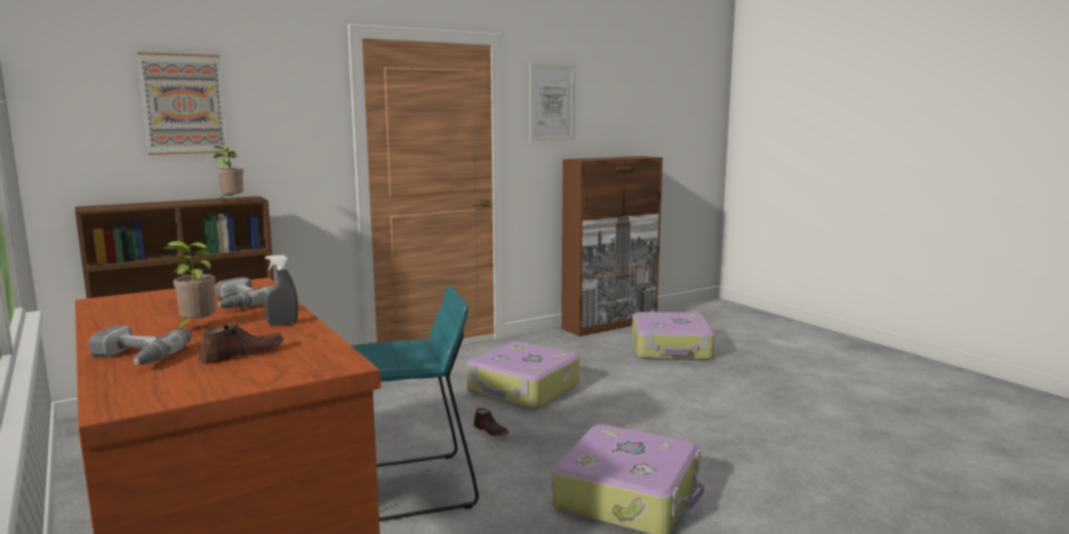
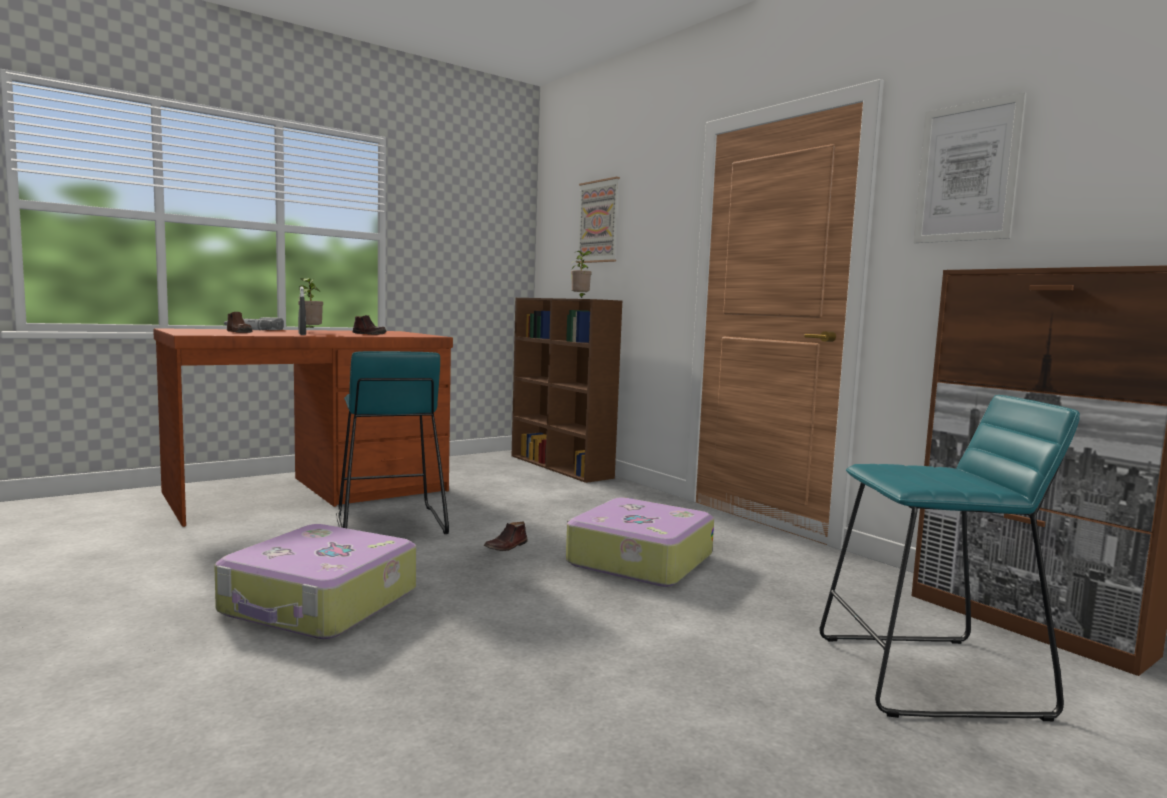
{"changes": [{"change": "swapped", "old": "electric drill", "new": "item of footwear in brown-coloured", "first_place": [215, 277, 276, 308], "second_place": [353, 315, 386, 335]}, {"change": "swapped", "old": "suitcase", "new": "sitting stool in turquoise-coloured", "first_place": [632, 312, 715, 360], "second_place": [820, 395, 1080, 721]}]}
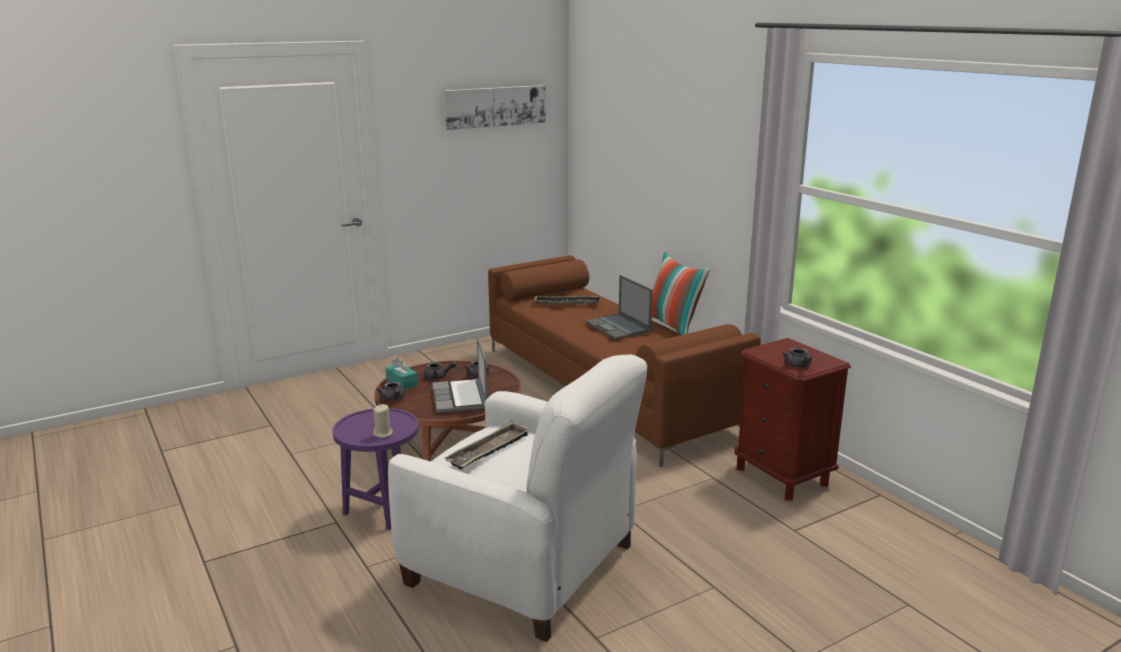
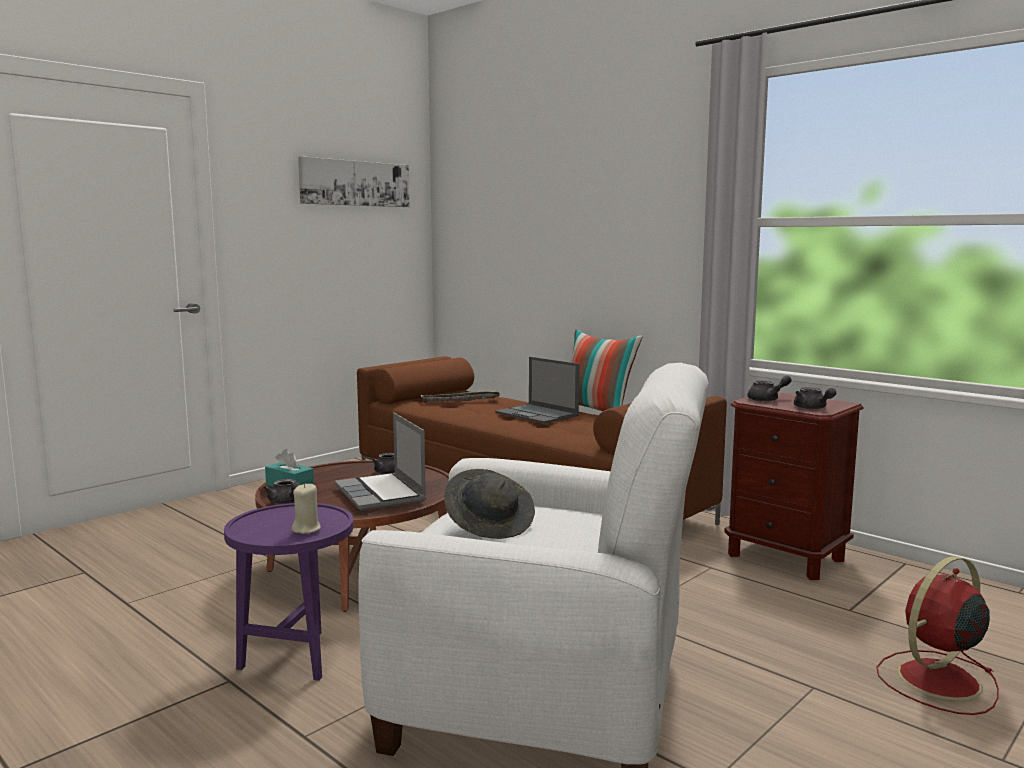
{"changes": [{"change": "shifted", "old": "tea pot in gray", "first_place": [424, 361, 457, 380], "second_place": [747, 375, 791, 402]}, {"change": "swapped", "old": "carrying tray", "new": "wearable hat in gray", "first_place": [444, 421, 530, 469], "second_place": [444, 469, 535, 539]}, {"change": "new", "new": "electric fan in reddish", "second_place": [876, 556, 999, 715]}]}
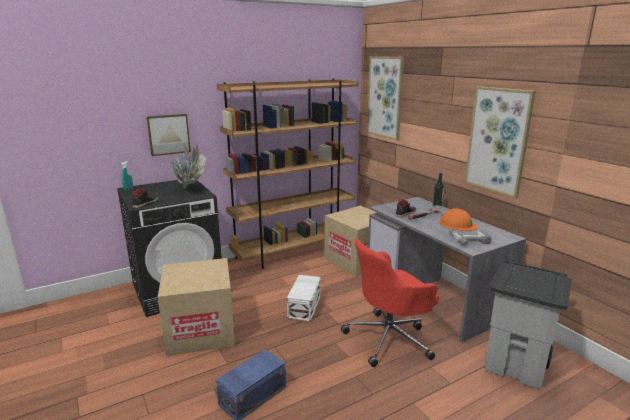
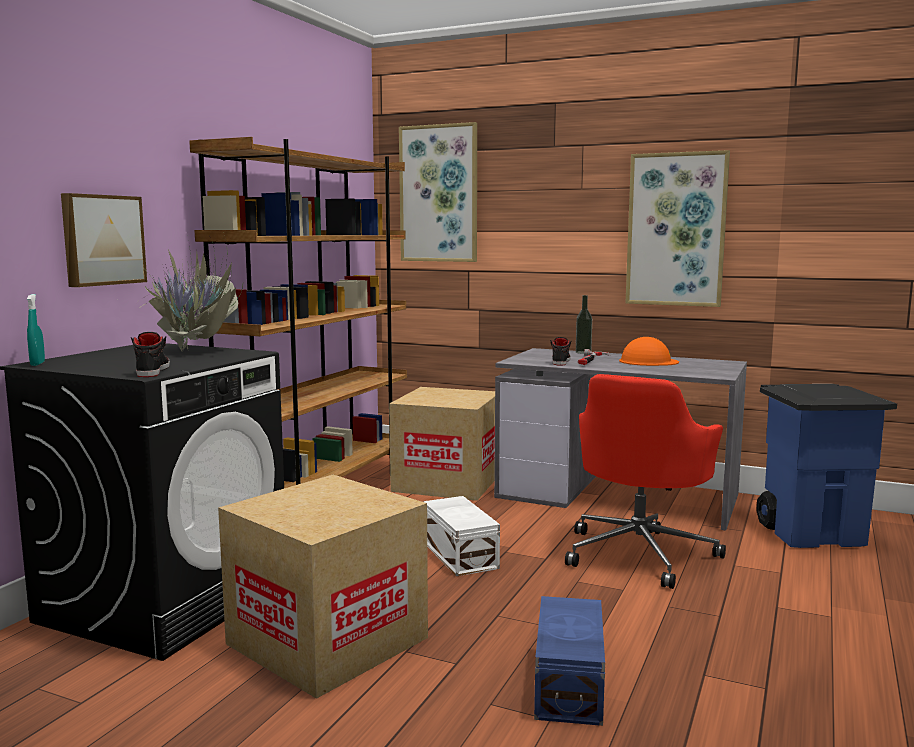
{"changes": [{"change": "gone", "old": "electric drill", "first_place": [449, 229, 491, 246]}, {"change": "repainted", "old": "trash can in gray", "new": "trash can in bluish", "first_place": [484, 261, 572, 389], "second_place": [756, 384, 897, 548]}]}
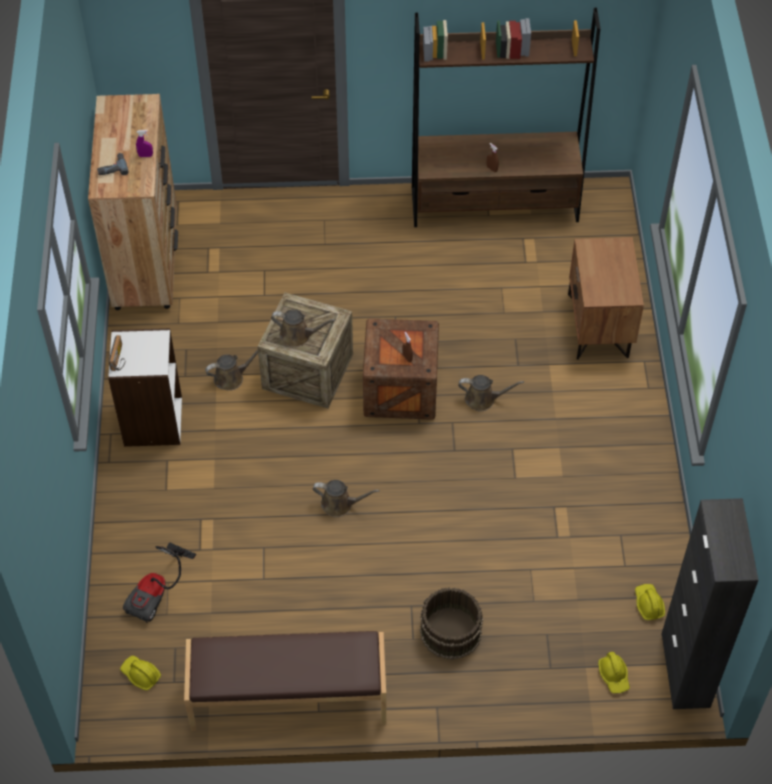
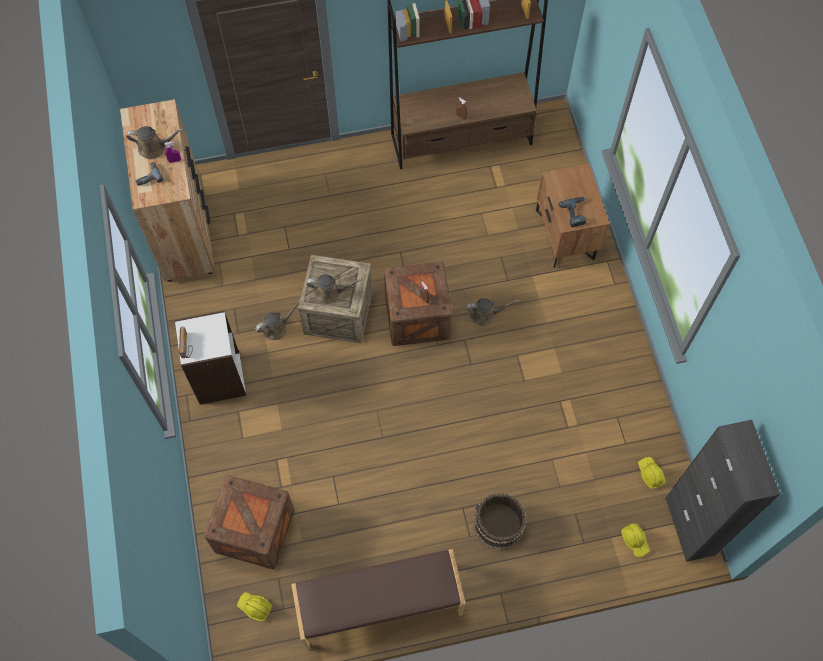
{"changes": [{"change": "shifted", "old": "sprinkling can in brown-coloured", "first_place": [313, 480, 380, 517], "second_place": [126, 126, 183, 159]}, {"change": "swapped", "old": "vacuum cleaner", "new": "crate", "first_place": [123, 542, 196, 623], "second_place": [204, 475, 294, 569]}, {"change": "new", "new": "electric drill", "second_place": [558, 197, 587, 228]}]}
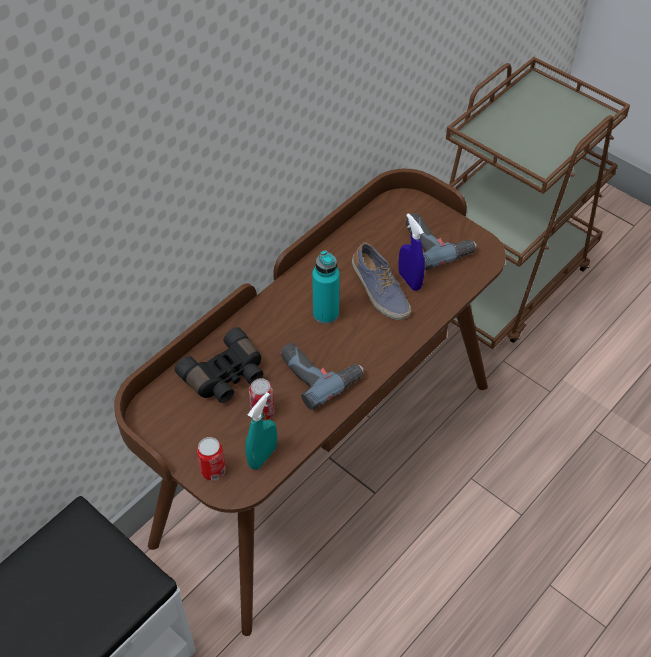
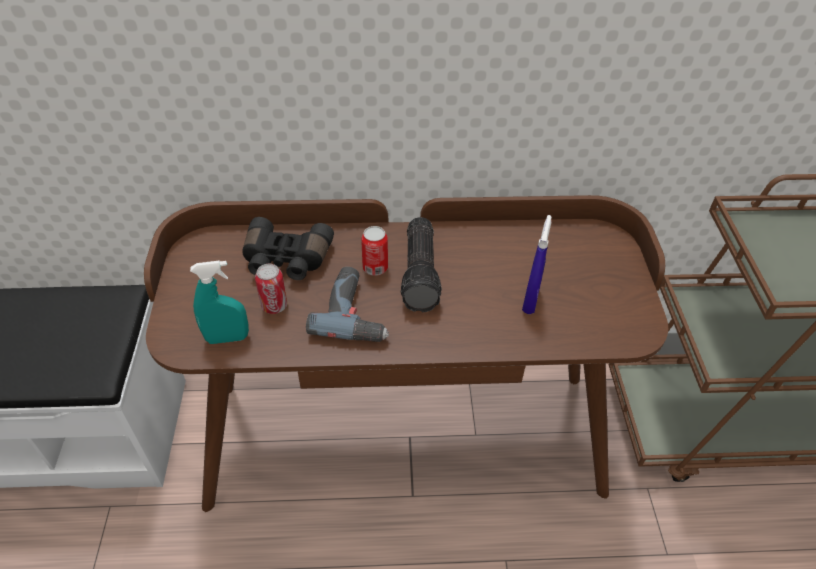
{"changes": [{"change": "gone", "old": "electric drill", "first_place": [405, 213, 477, 270]}, {"change": "gone", "old": "item of footwear", "first_place": [352, 242, 411, 320]}, {"change": "swapped", "old": "bottle in turquoise-coloured", "new": "hand torch", "first_place": [312, 250, 340, 324], "second_place": [401, 217, 442, 312]}, {"change": "shifted", "old": "can", "first_place": [197, 437, 226, 481], "second_place": [361, 226, 388, 276]}]}
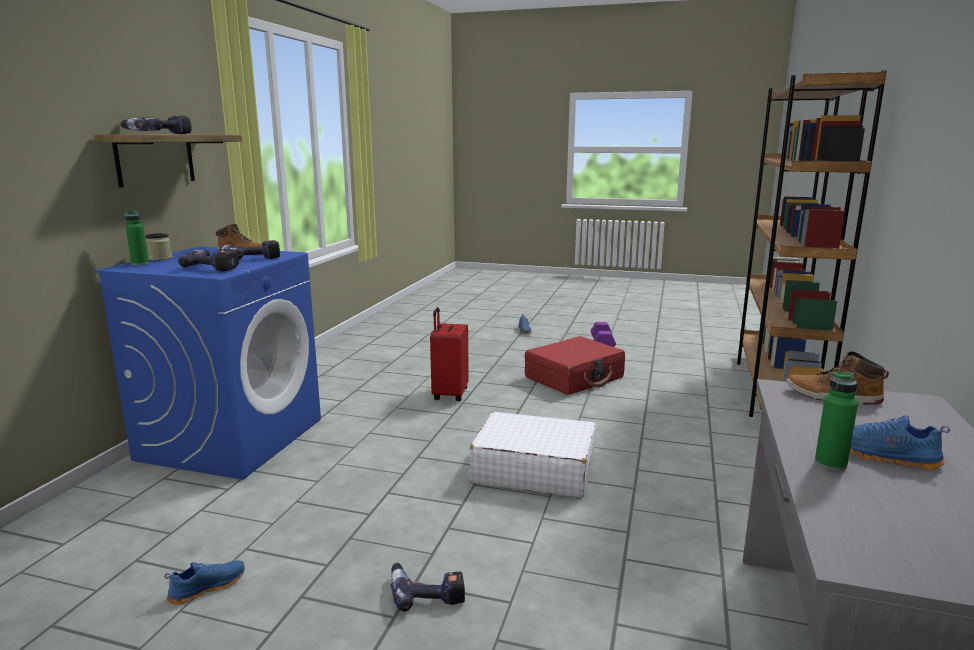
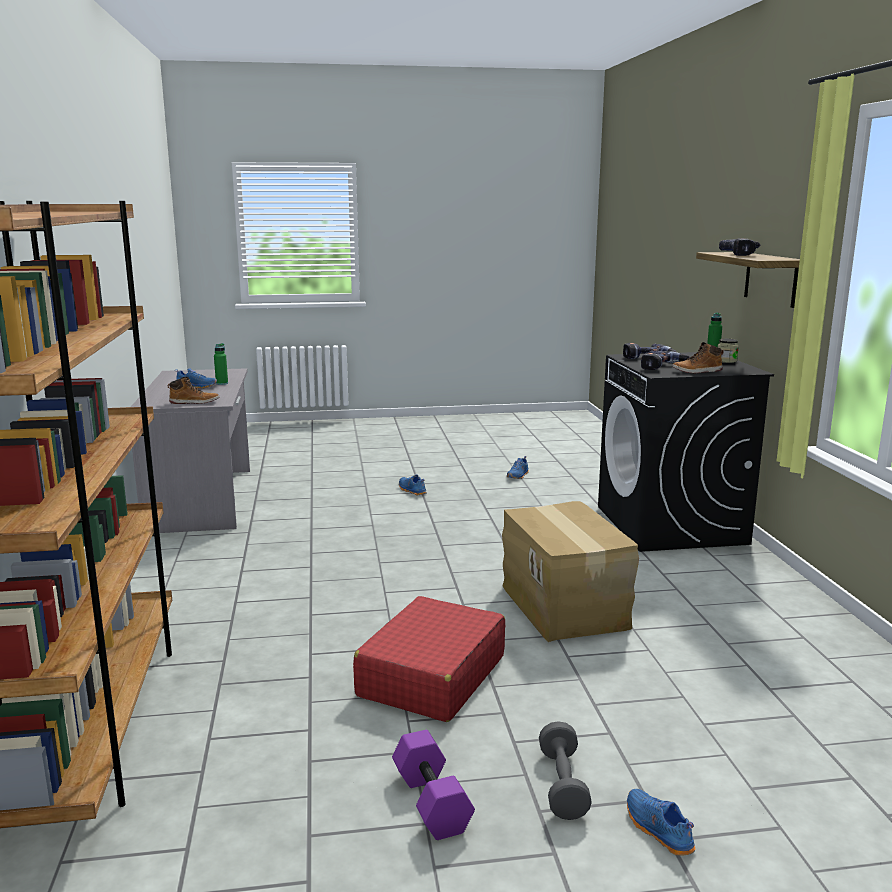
{"changes": [{"change": "repainted", "old": "laundry machine in bluish", "new": "laundry machine in blackish", "first_place": [94, 247, 321, 480], "second_place": [598, 352, 774, 552]}, {"change": "swapped", "old": "suitcase in reddish", "new": "cardboard box", "first_place": [430, 307, 469, 401], "second_place": [502, 501, 639, 642]}, {"change": "gone", "old": "suitcase in white", "first_place": [469, 412, 596, 498]}, {"change": "swapped", "old": "electric drill", "new": "item of footwear in bluish", "first_place": [391, 563, 465, 612], "second_place": [399, 474, 427, 495]}, {"change": "new", "new": "hand weight in gray", "second_place": [539, 721, 592, 820]}]}
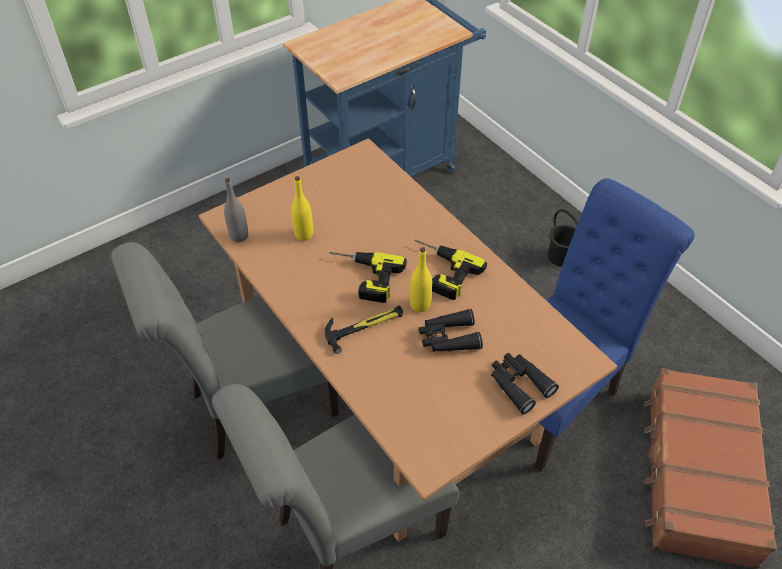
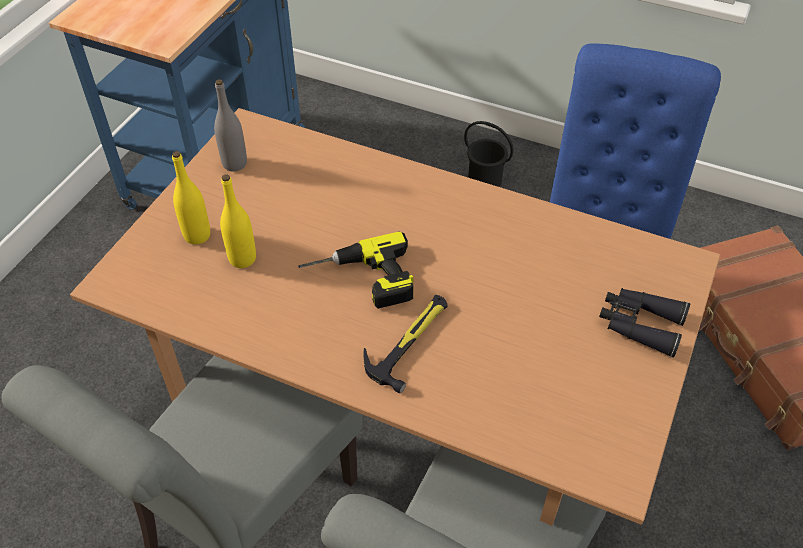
{"changes": [{"change": "shifted", "old": "bottle in gray", "first_place": [224, 178, 248, 242], "second_place": [214, 79, 247, 171]}, {"change": "gone", "old": "electric drill", "first_place": [415, 240, 487, 300]}, {"change": "shifted", "old": "bottle in yellowish", "first_place": [410, 247, 432, 312], "second_place": [172, 151, 210, 245]}, {"change": "gone", "old": "binoculars in blackish", "first_place": [419, 309, 483, 352]}]}
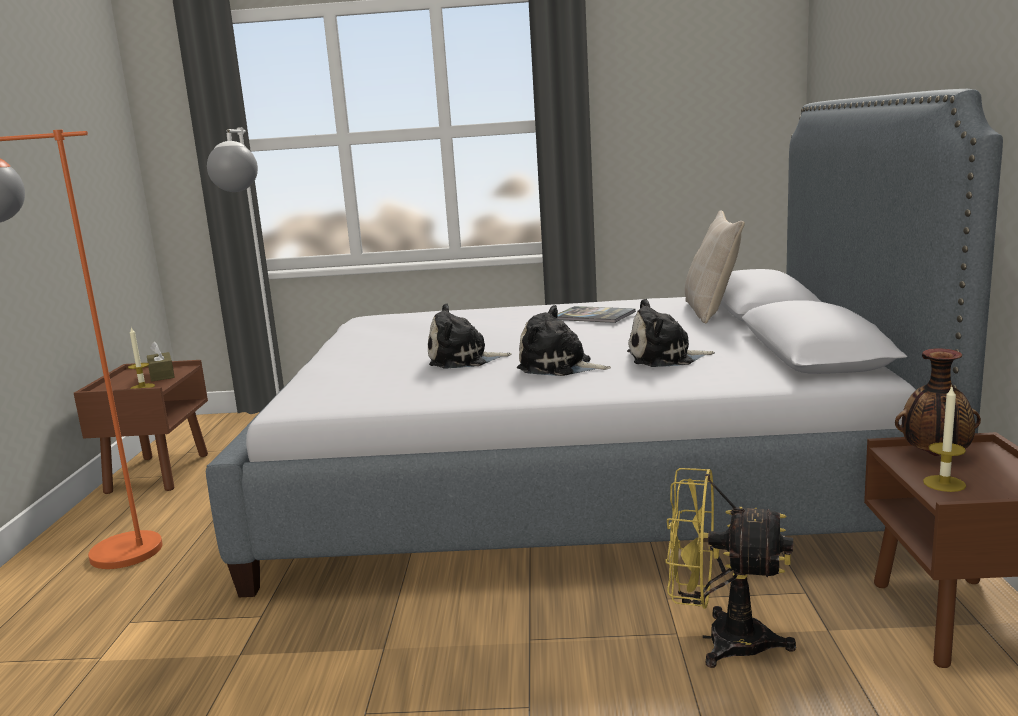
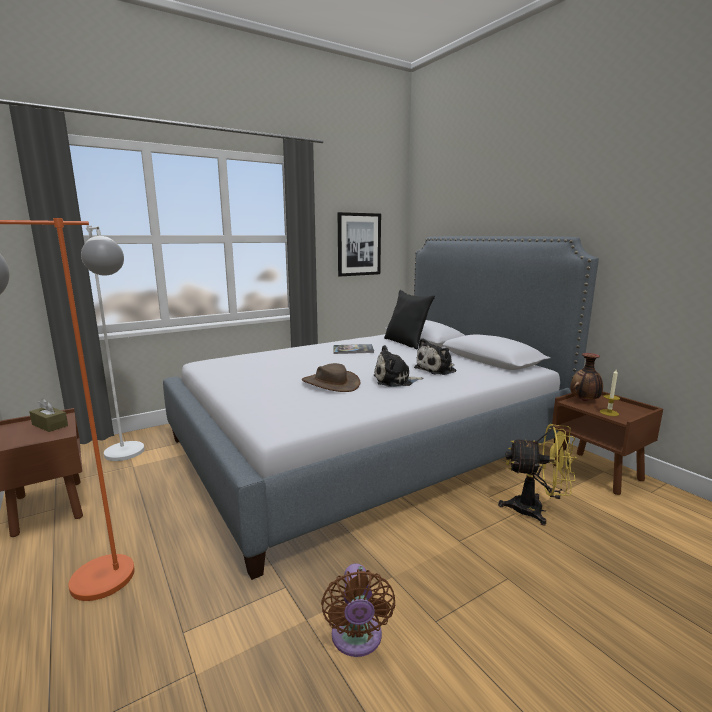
{"changes": [{"change": "repainted", "old": "pillow in beige", "new": "pillow in blackish", "first_place": [685, 210, 745, 323], "second_place": [384, 290, 435, 349]}, {"change": "swapped", "old": "cuddly toy", "new": "wearable hat in brown-coloured", "first_place": [428, 304, 512, 369], "second_place": [302, 363, 360, 392]}, {"change": "gone", "old": "candle", "first_place": [128, 327, 155, 389]}, {"change": "rotated", "old": "electric fan in yellowish", "first_place": [665, 468, 796, 668], "second_place": [498, 424, 577, 526], "degrees": -150}, {"change": "new", "new": "wall art", "second_place": [338, 212, 381, 276]}, {"change": "new", "new": "electric fan in brown-coloured", "second_place": [321, 563, 395, 657]}]}
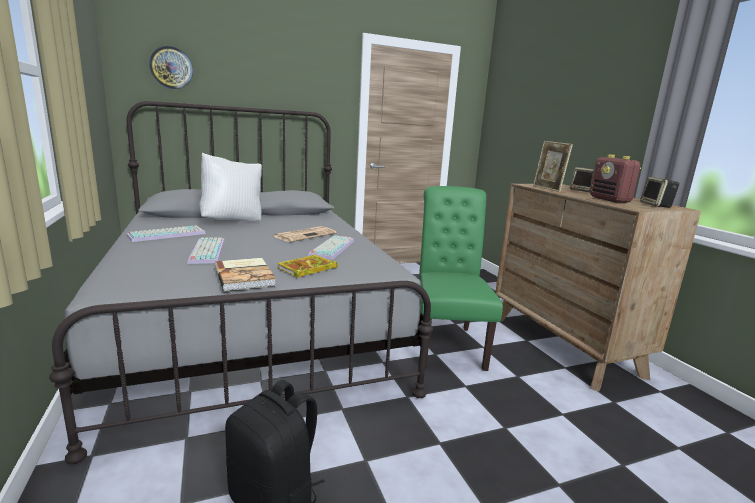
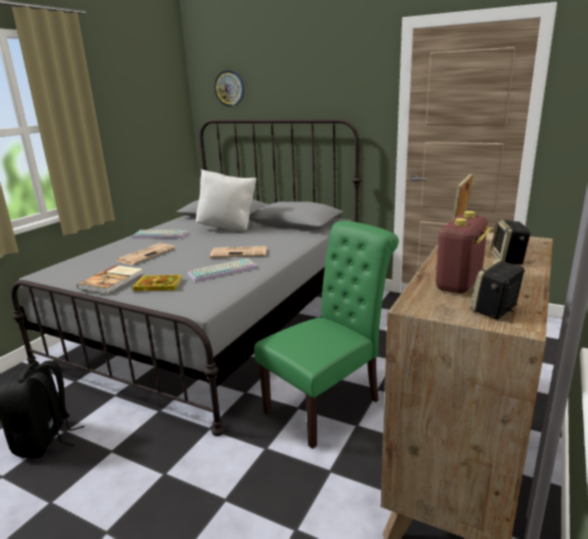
{"changes": [{"change": "swapped", "old": "keyboard", "new": "newspaper", "first_place": [187, 237, 225, 264], "second_place": [116, 243, 175, 265]}]}
